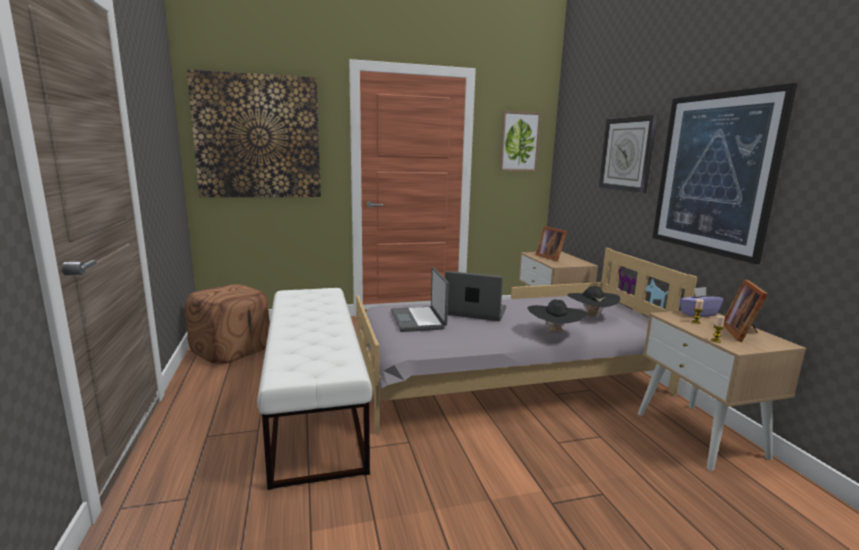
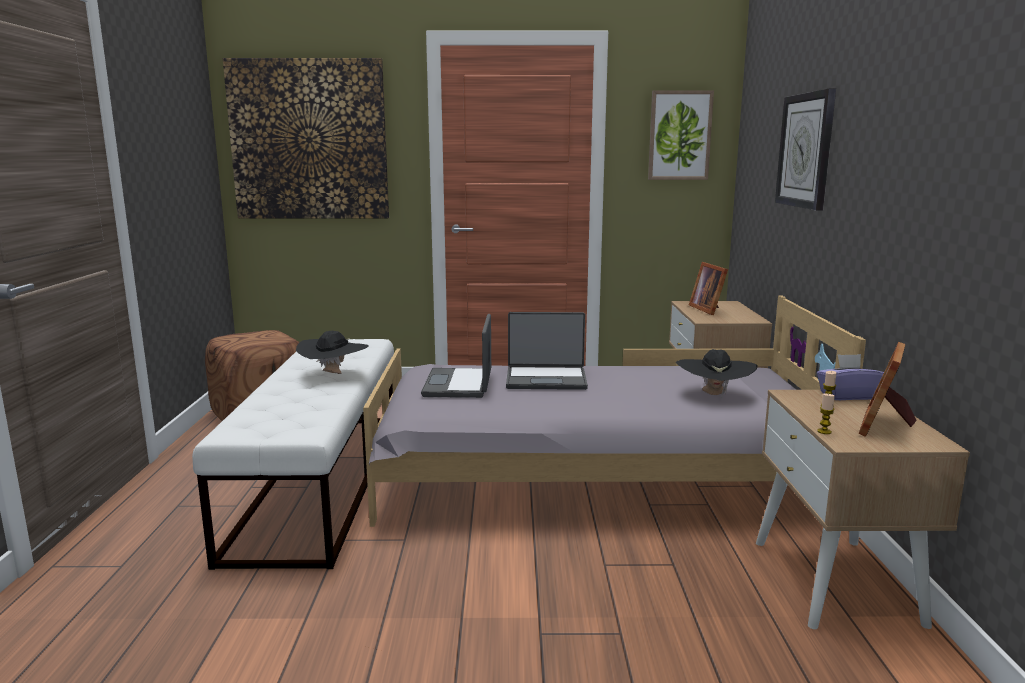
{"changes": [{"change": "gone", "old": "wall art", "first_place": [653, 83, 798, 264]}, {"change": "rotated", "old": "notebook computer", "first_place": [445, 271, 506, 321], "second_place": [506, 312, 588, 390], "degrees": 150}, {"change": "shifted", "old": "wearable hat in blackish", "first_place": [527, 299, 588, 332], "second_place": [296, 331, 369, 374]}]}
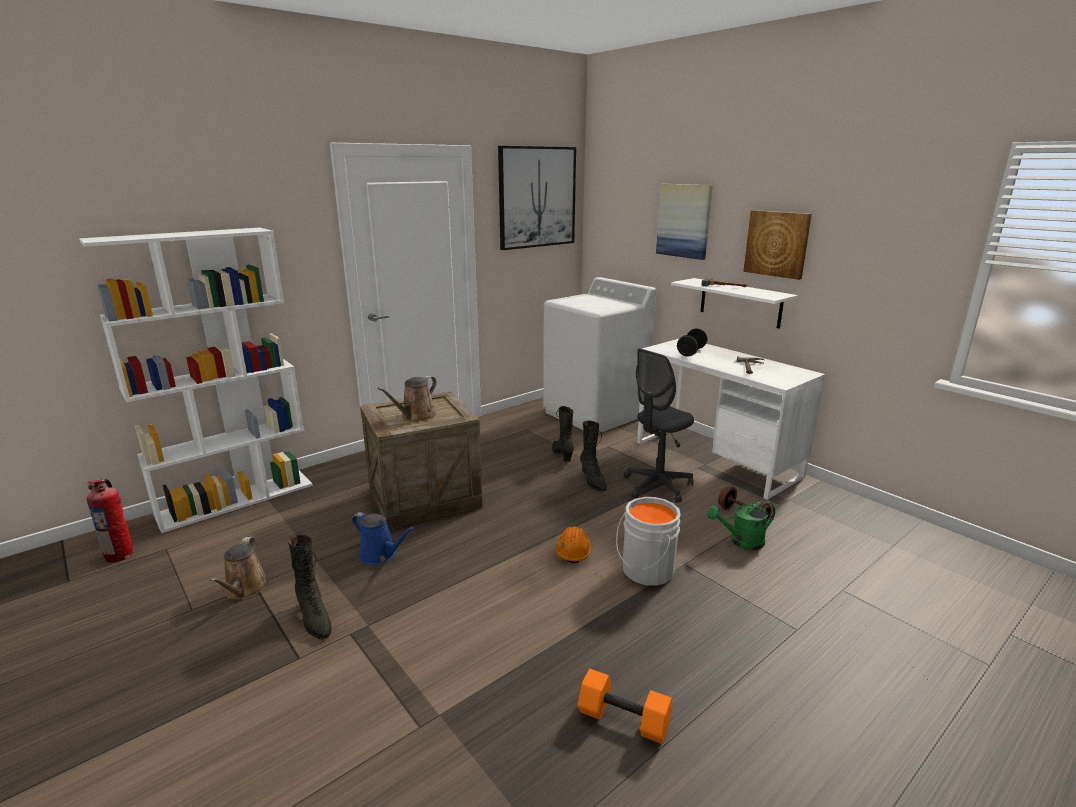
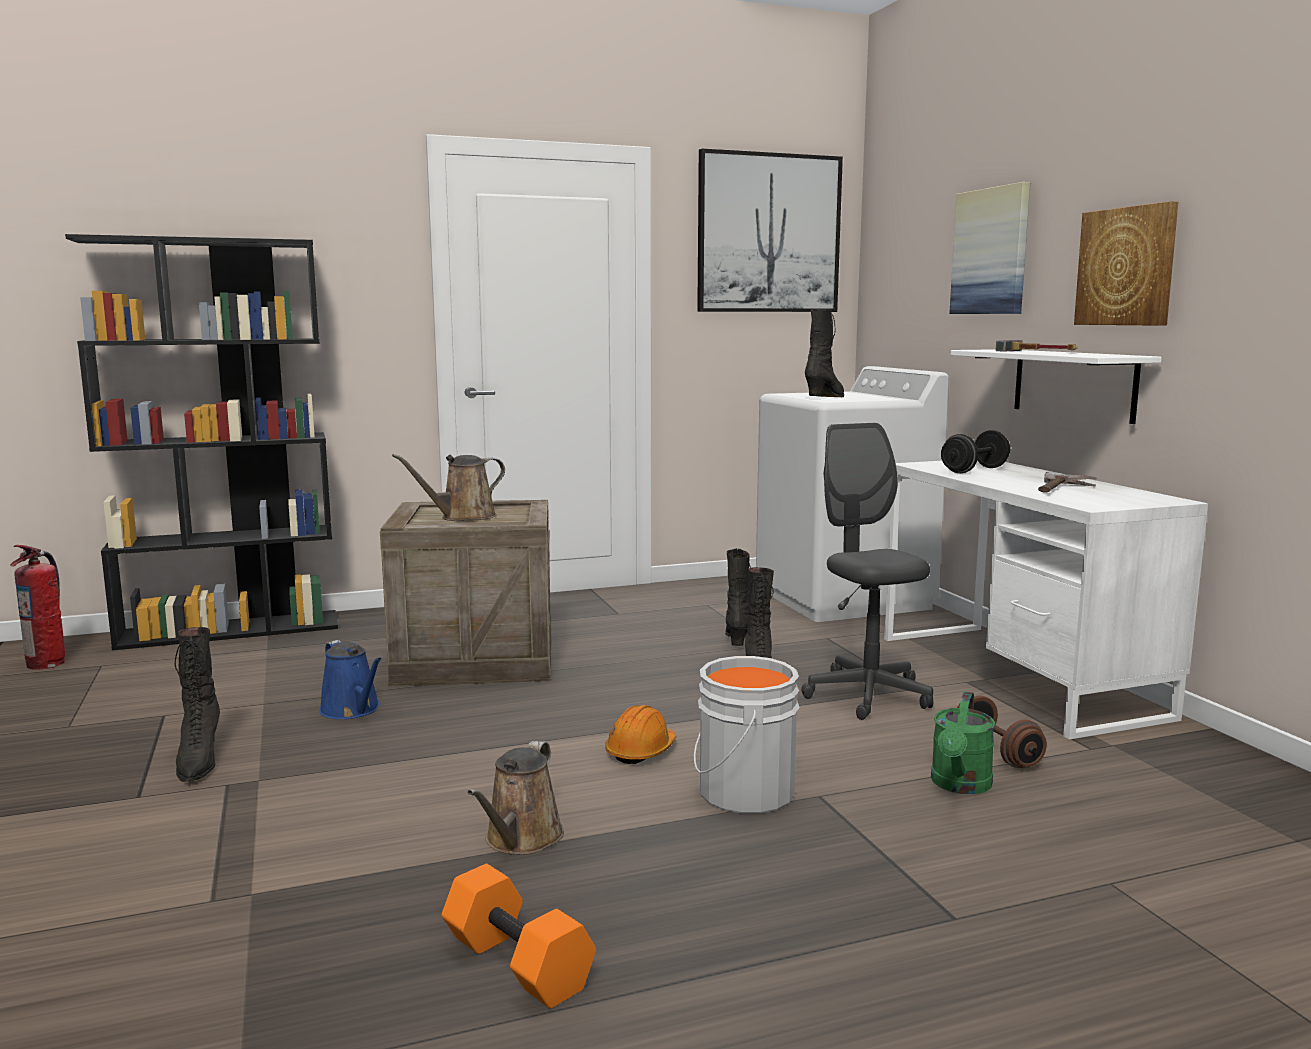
{"changes": [{"change": "repainted", "old": "bookshelf in white", "new": "bookshelf in blackish", "first_place": [79, 228, 313, 533], "second_place": [65, 234, 338, 650]}, {"change": "rotated", "old": "computer chair in gray", "first_place": [624, 349, 694, 503], "second_place": [801, 423, 933, 720], "degrees": 90}, {"change": "rotated", "old": "sprinkling can in green-coloured", "first_place": [707, 501, 775, 550], "second_place": [931, 691, 995, 794], "degrees": -75}, {"change": "shifted", "old": "sprinkling can in brown-coloured", "first_place": [210, 537, 269, 600], "second_place": [467, 741, 564, 855]}, {"change": "new", "new": "high-top boot in blackish", "second_place": [805, 309, 844, 397]}]}
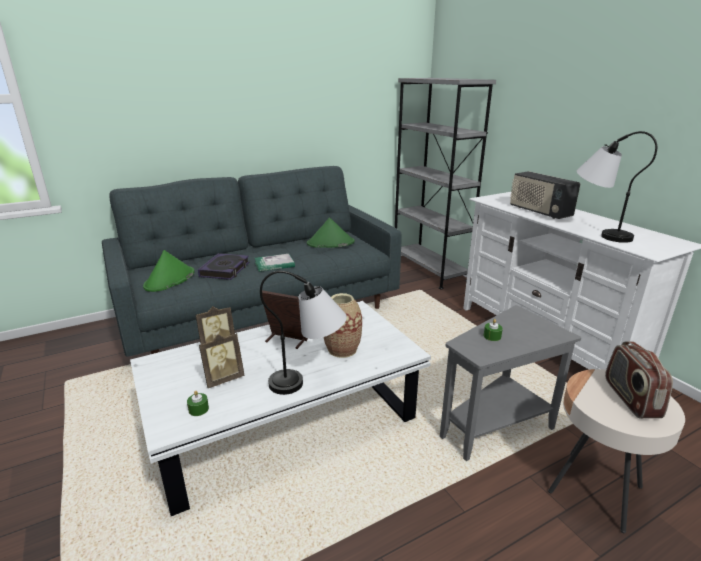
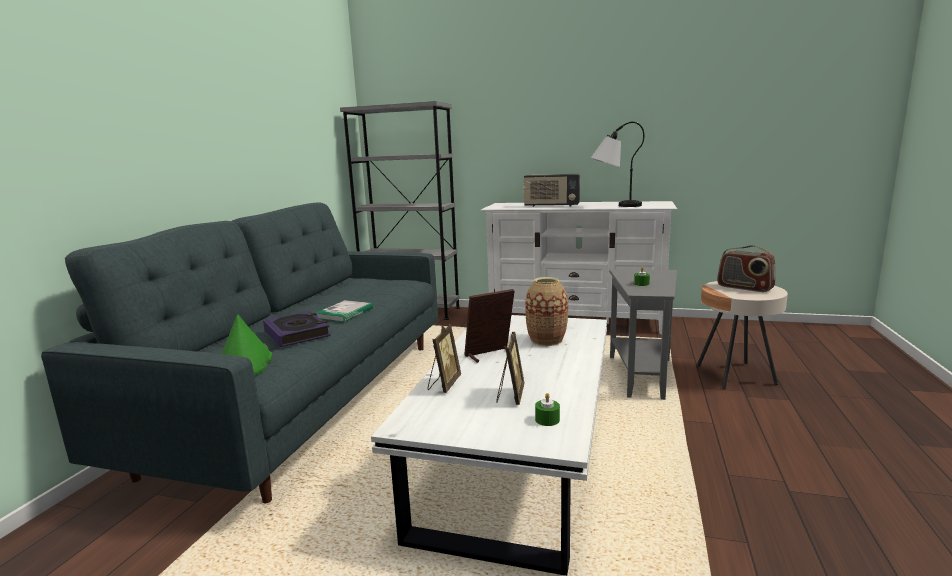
{"changes": [{"change": "gone", "old": "wearable hat in green-coloured", "first_place": [307, 218, 355, 248]}, {"change": "gone", "old": "table lamp", "first_place": [260, 271, 347, 395]}]}
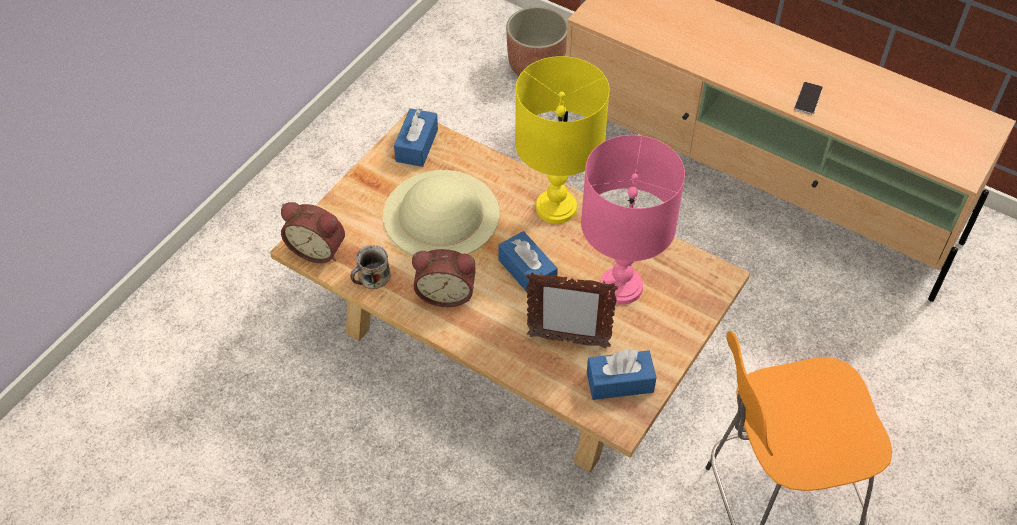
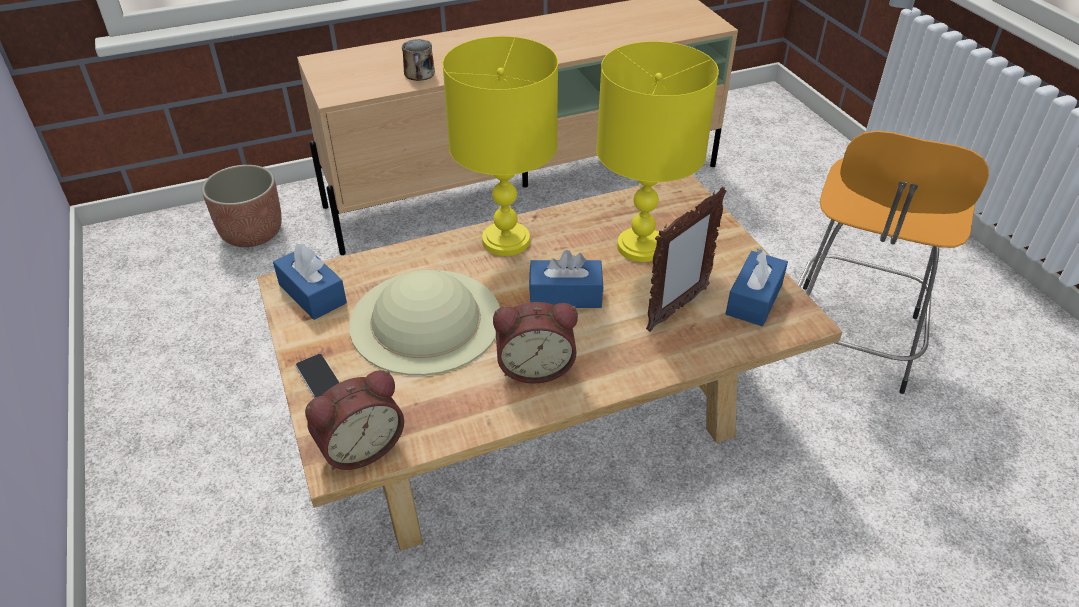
{"changes": [{"change": "shifted", "old": "telephone", "first_place": [794, 82, 823, 115], "second_place": [296, 354, 340, 398]}, {"change": "repainted", "old": "table lamp in pink-coloured", "new": "table lamp in yellowish", "first_place": [581, 135, 685, 305], "second_place": [596, 41, 719, 262]}, {"change": "shifted", "old": "tea mug", "first_place": [350, 245, 391, 289], "second_place": [402, 39, 435, 81]}, {"change": "rotated", "old": "table clock", "first_place": [412, 249, 476, 307], "second_place": [493, 302, 578, 384], "degrees": 45}]}
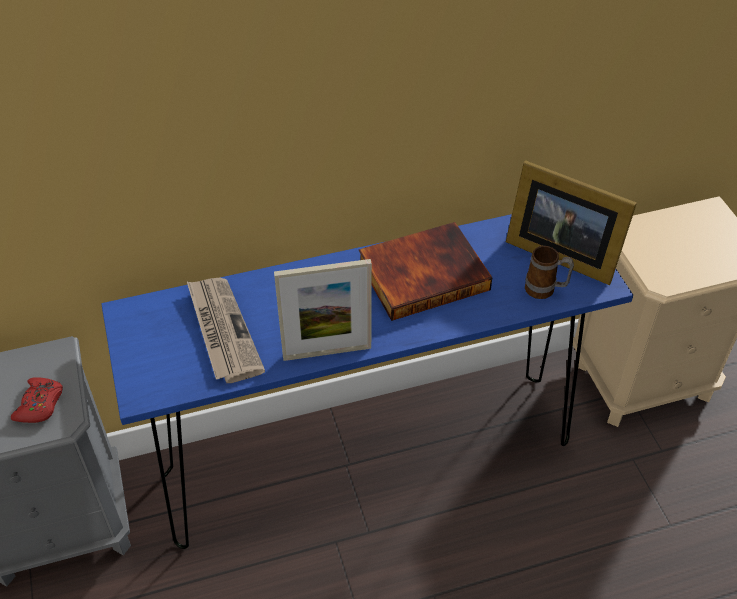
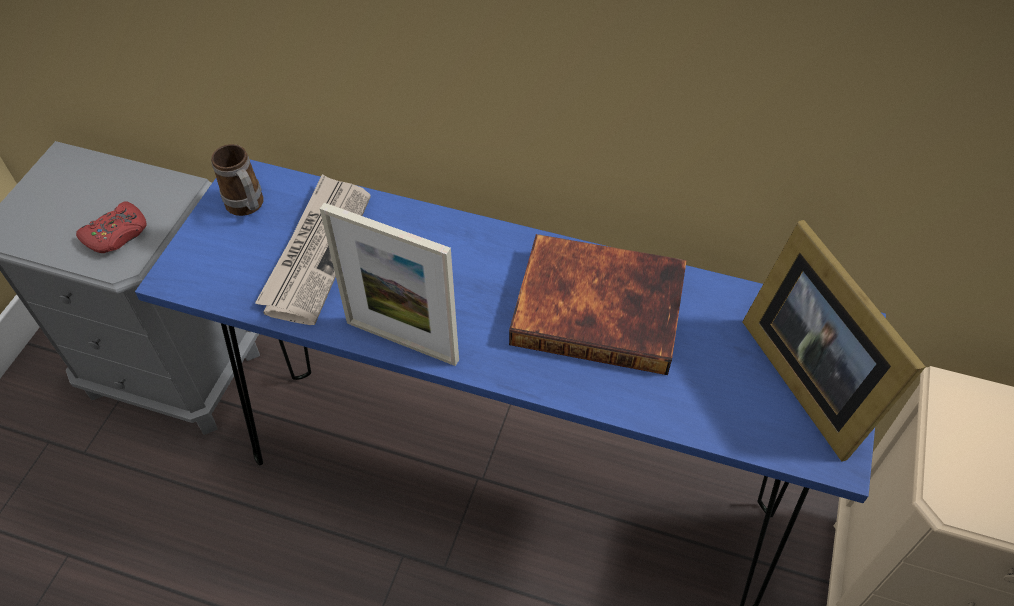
{"changes": [{"change": "shifted", "old": "tea mug", "first_place": [525, 246, 574, 299], "second_place": [211, 144, 264, 216]}]}
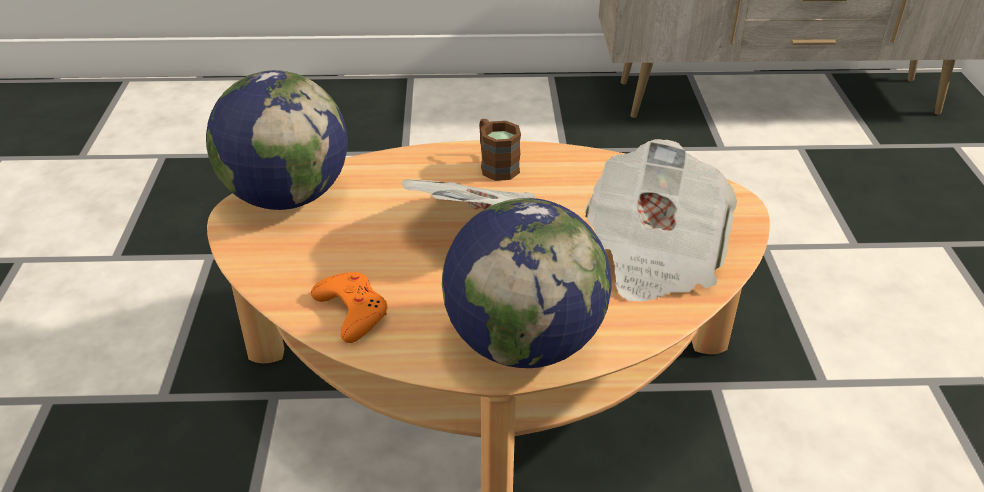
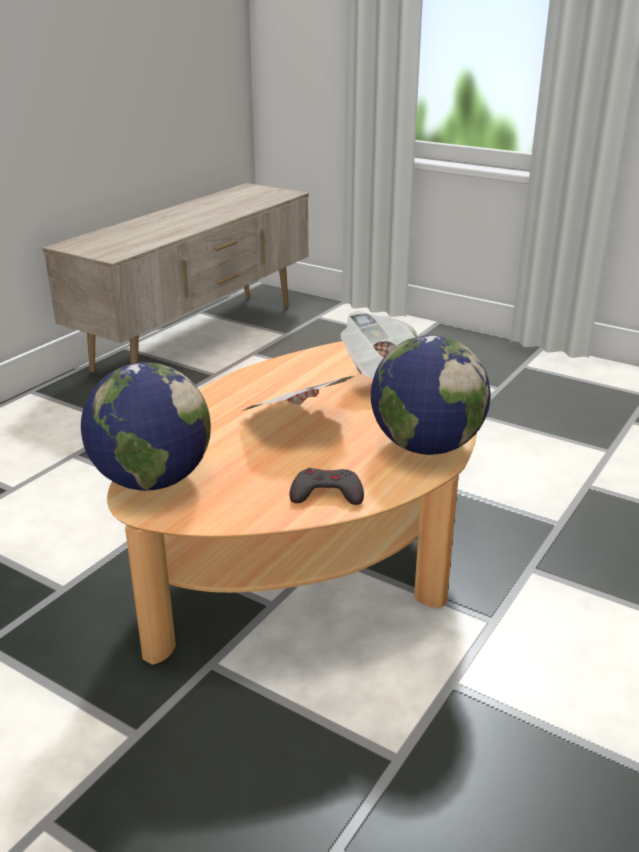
{"changes": [{"change": "gone", "old": "tea mug in brown-coloured", "first_place": [479, 119, 521, 181]}, {"change": "repainted", "old": "game controller in orangey", "new": "game controller in gray", "first_place": [311, 272, 387, 343], "second_place": [290, 468, 364, 505]}]}
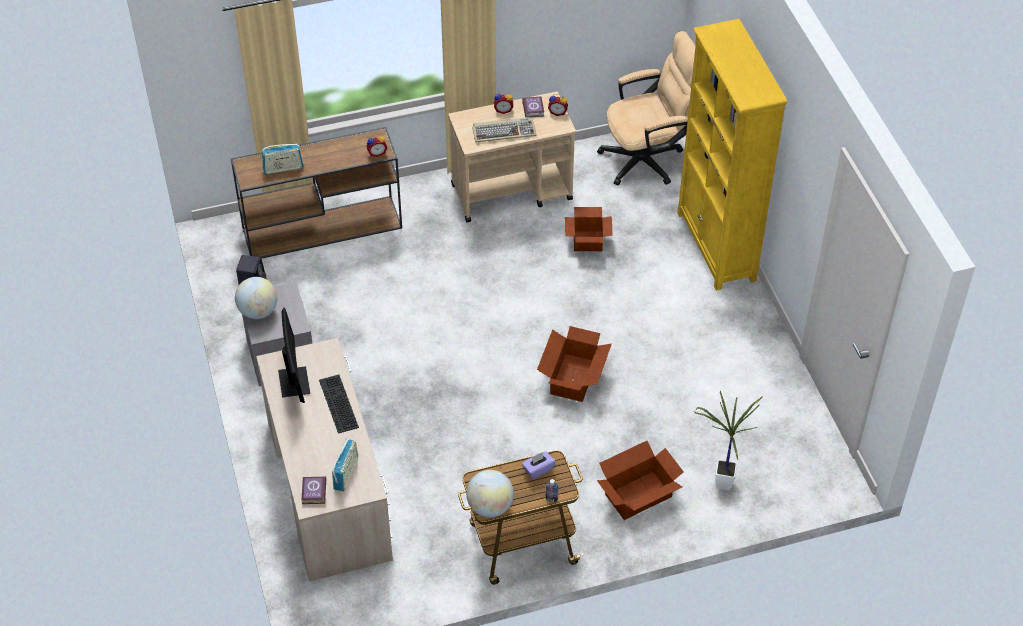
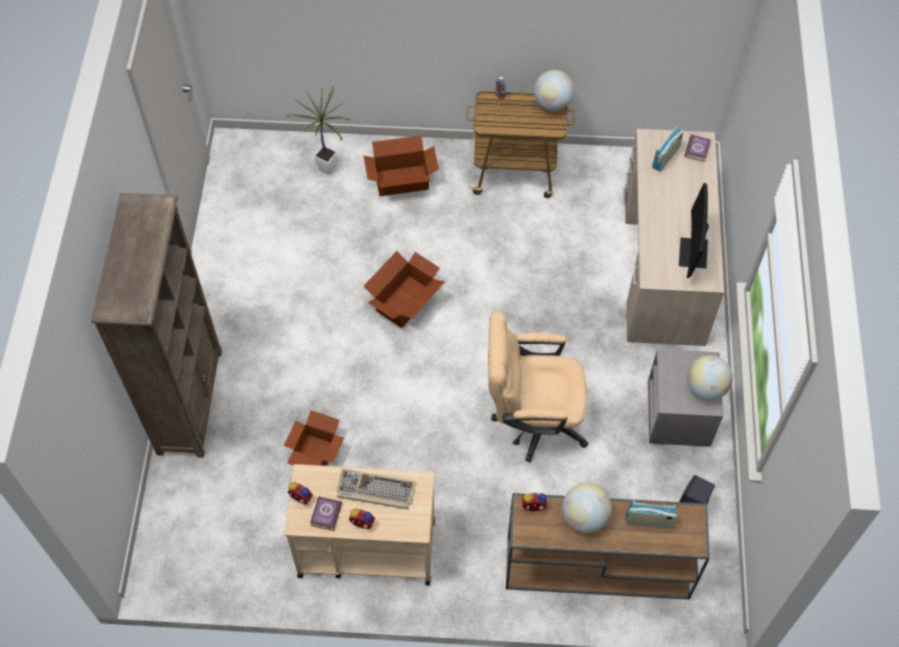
{"changes": [{"change": "repainted", "old": "bookshelf in yellowish", "new": "bookshelf in brown-coloured", "first_place": [677, 19, 788, 291], "second_place": [91, 193, 222, 458]}, {"change": "shifted", "old": "computer chair in beige", "first_place": [597, 31, 695, 186], "second_place": [488, 311, 588, 462]}, {"change": "gone", "old": "keyboard", "first_place": [319, 375, 359, 434]}, {"change": "gone", "old": "box of tissues in purple", "first_place": [522, 451, 556, 480]}, {"change": "new", "new": "globe", "second_place": [562, 483, 612, 533]}]}
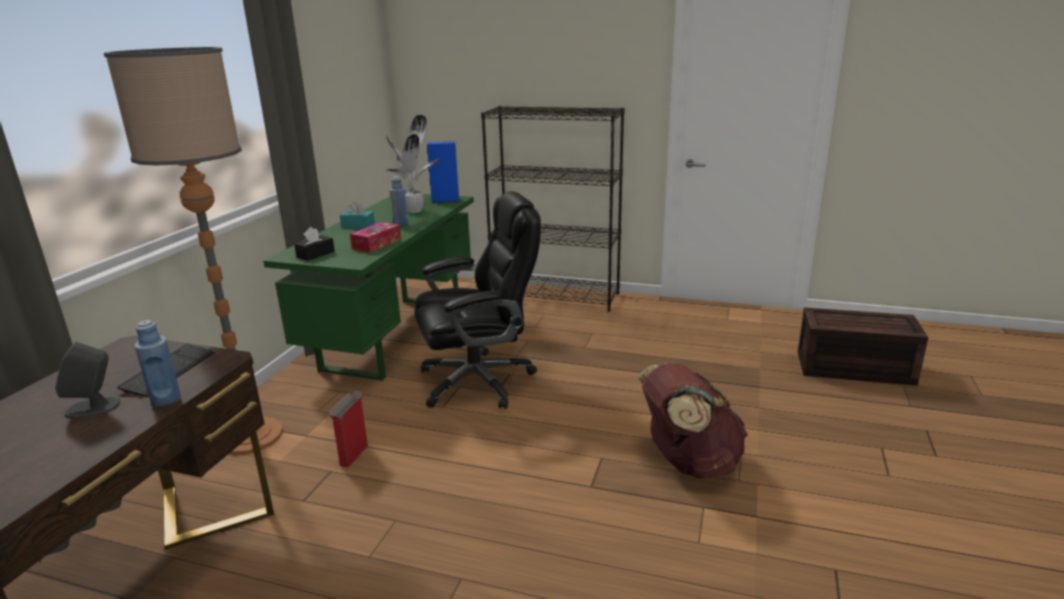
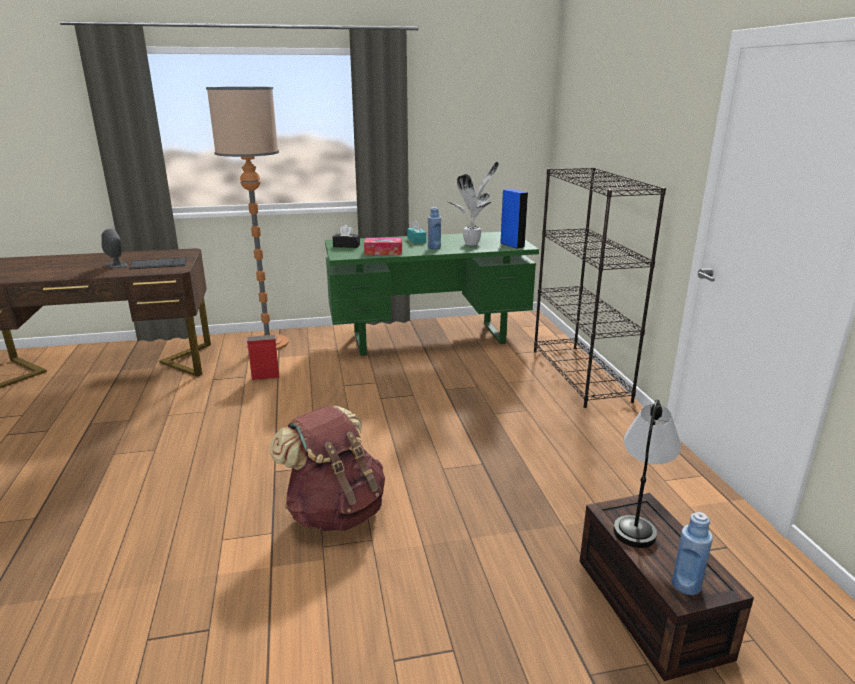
{"changes": [{"change": "gone", "old": "computer chair in blackish", "first_place": [415, 191, 541, 409]}, {"change": "shifted", "old": "bottle in bluish", "first_place": [134, 320, 181, 407], "second_place": [672, 512, 713, 595]}, {"change": "new", "new": "table lamp", "second_place": [613, 400, 681, 548]}]}
